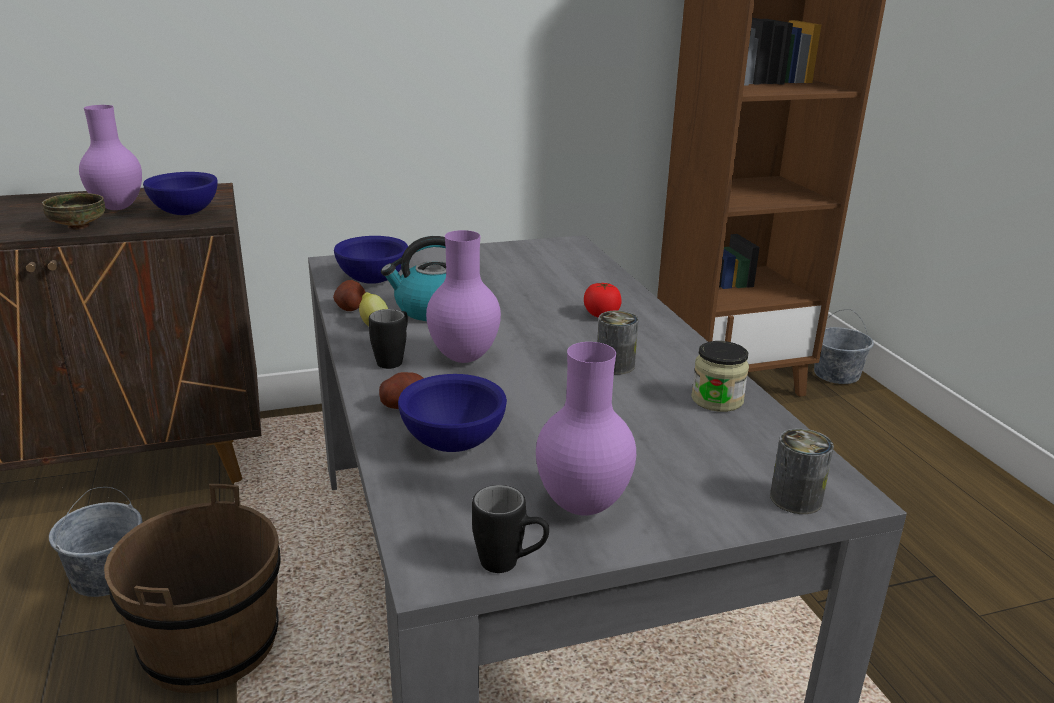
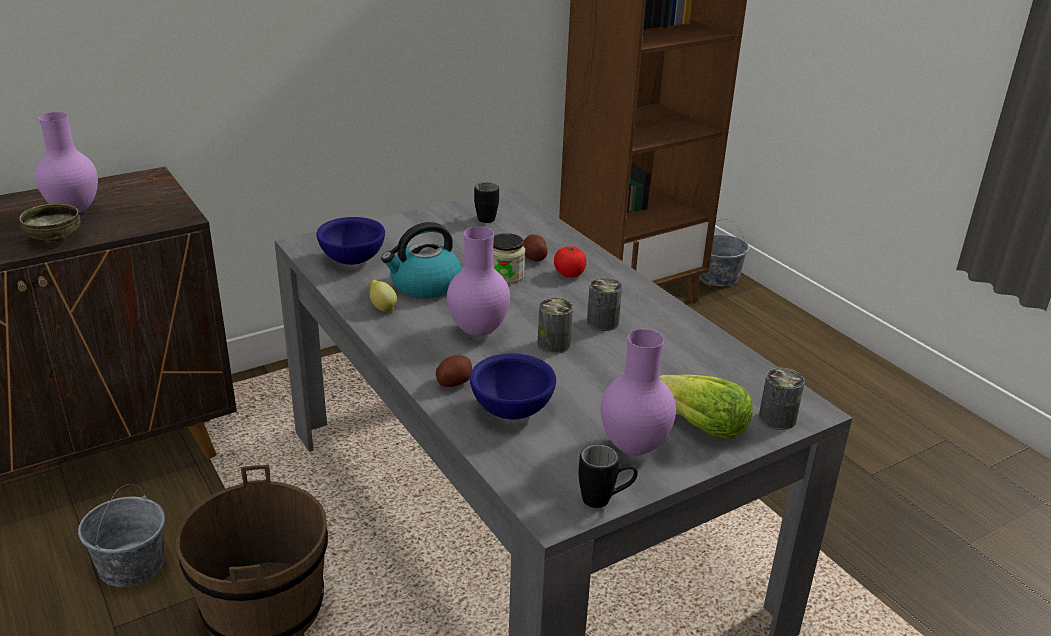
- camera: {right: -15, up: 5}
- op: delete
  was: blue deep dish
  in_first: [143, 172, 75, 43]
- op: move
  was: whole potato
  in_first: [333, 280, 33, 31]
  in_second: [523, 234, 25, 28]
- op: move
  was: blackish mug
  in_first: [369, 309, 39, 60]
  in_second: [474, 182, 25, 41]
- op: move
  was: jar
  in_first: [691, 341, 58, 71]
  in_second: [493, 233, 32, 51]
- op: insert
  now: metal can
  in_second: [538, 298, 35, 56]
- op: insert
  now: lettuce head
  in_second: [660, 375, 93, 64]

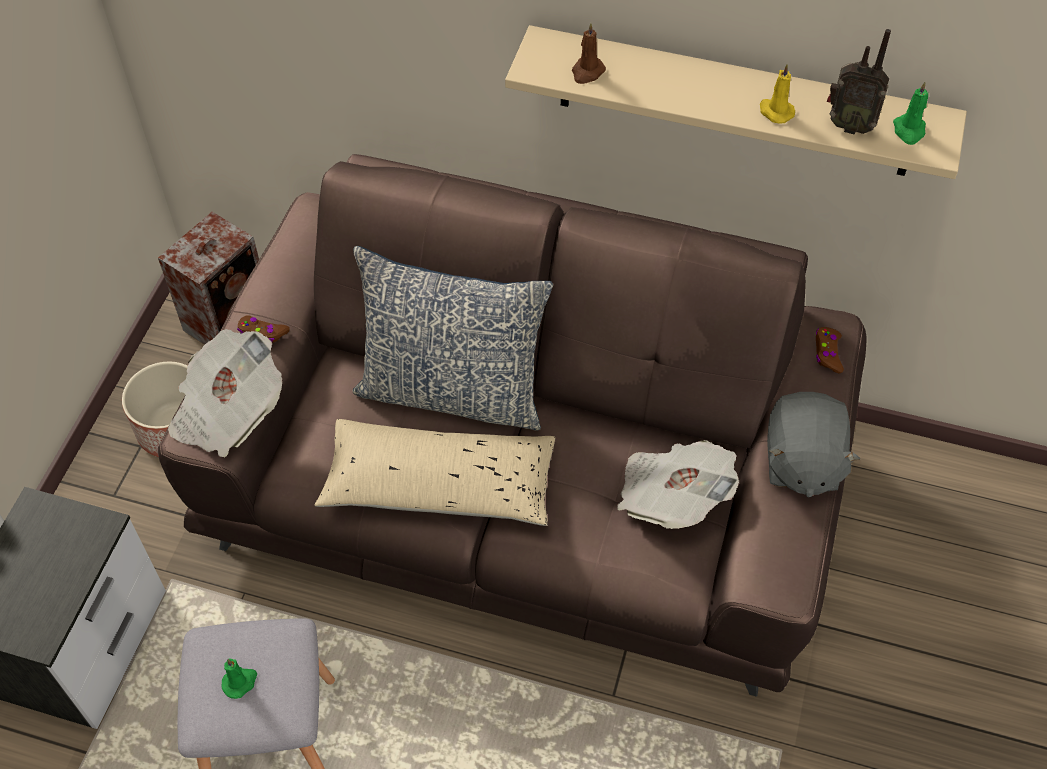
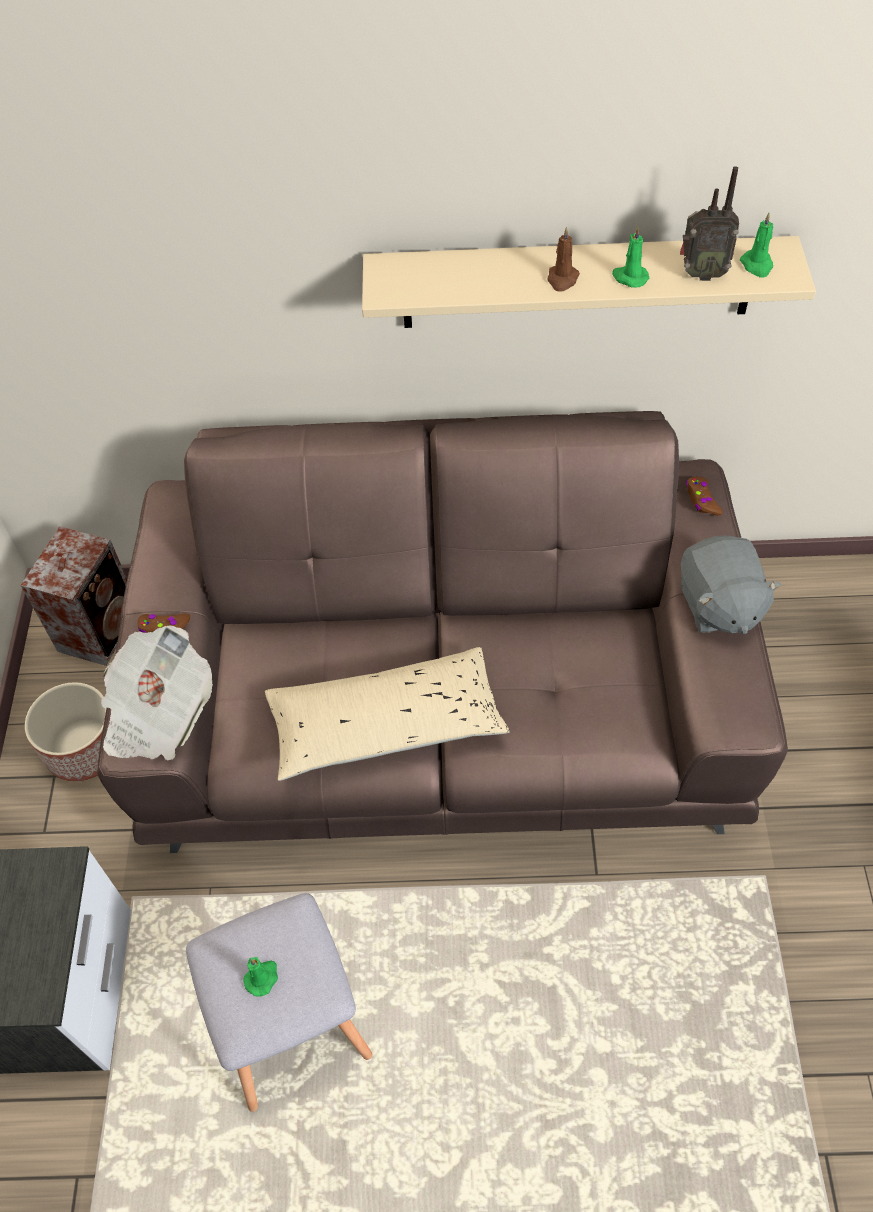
- camera: {right: -15, up: 0}
- op: delete
  was: throw pillow
  in_first: [352, 246, 201, 185]
- op: move
  was: brown wax candle
  in_first: [572, 23, 34, 61]
  in_second: [547, 227, 33, 65]
- op: delete
  was: daily paper
  in_first: [617, 440, 122, 89]
- op: recolor
  was: yellow-coloured wax candle
  now: greenish wax candle
  in_first: [760, 64, 35, 60]
  in_second: [612, 226, 37, 62]

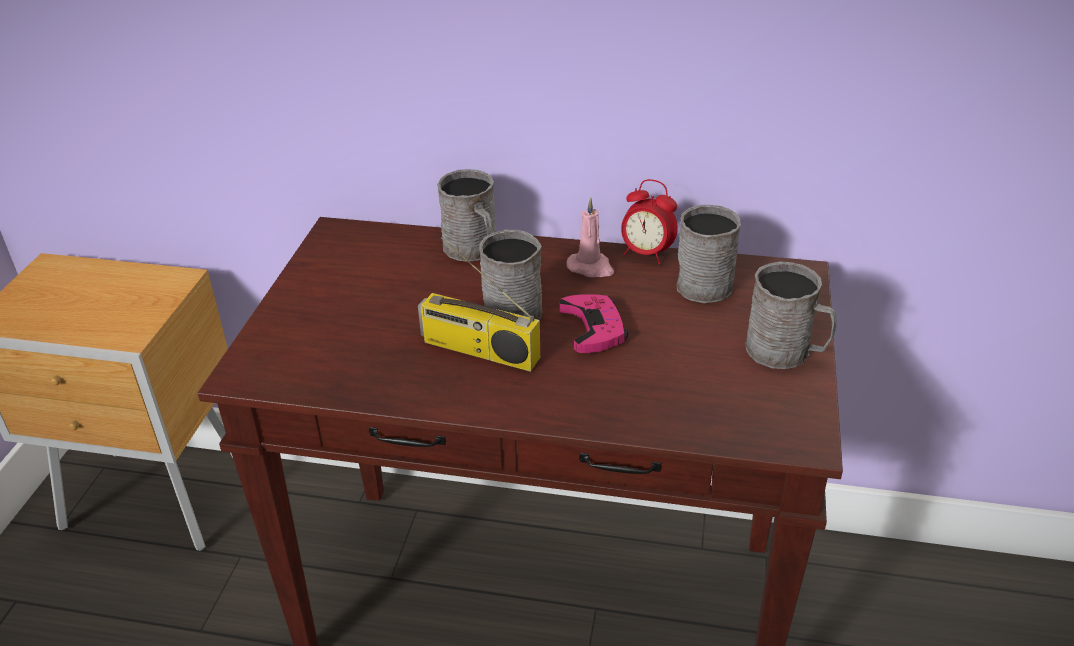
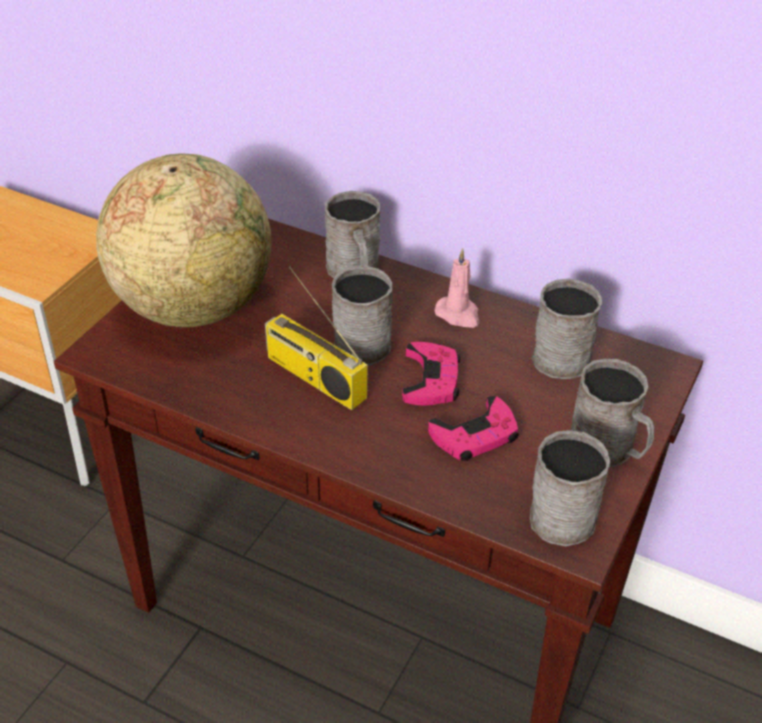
- camera: {right: 15, up: 5}
- op: delete
  was: bedside clock
  in_first: [621, 179, 57, 85]
- op: insert
  now: world globe
  in_second: [96, 153, 175, 174]
- op: insert
  now: pink-coloured game controller
  in_second: [428, 396, 91, 65]
- op: insert
  now: grey mug
  in_second: [530, 430, 80, 116]

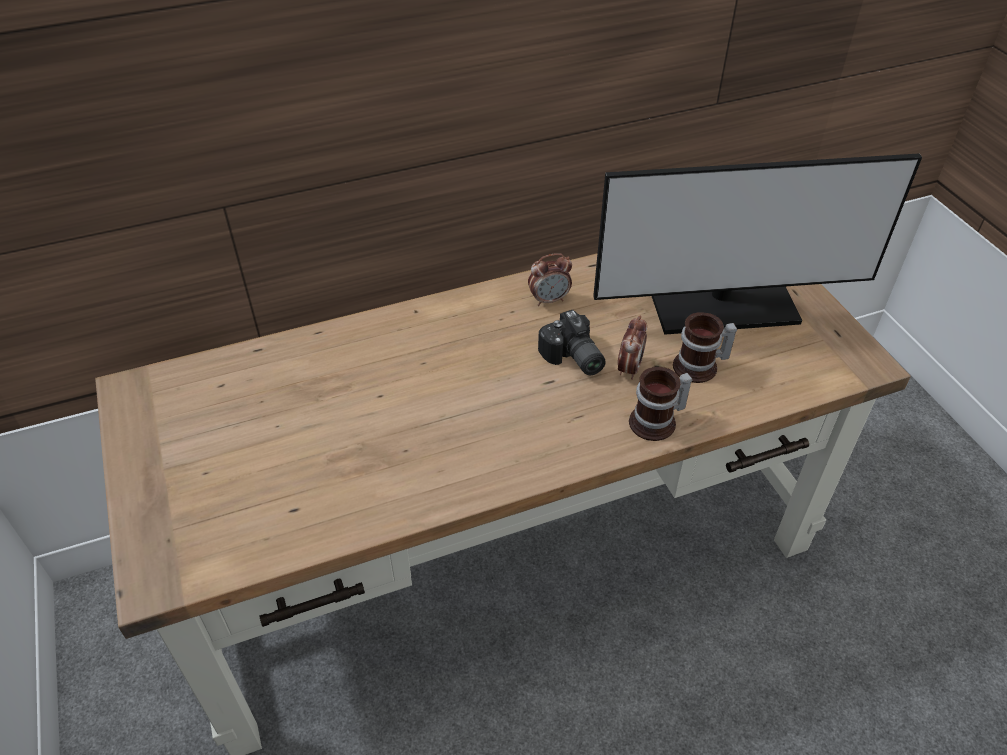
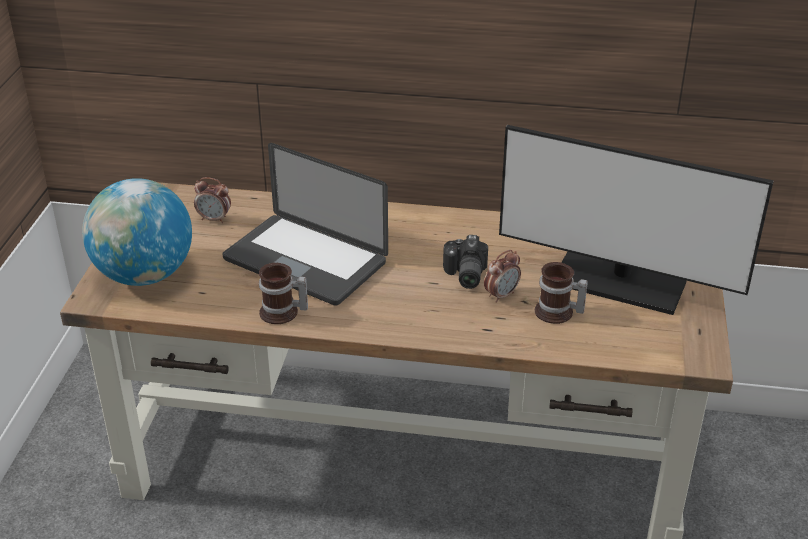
- camera: {right: 30, up: -10}
- op: move
  was: bedside clock
  in_first: [528, 253, 44, 53]
  in_second: [194, 177, 37, 46]
- op: move
  was: mug
  in_first: [629, 367, 64, 74]
  in_second: [259, 263, 49, 61]
- op: insert
  now: world globe
  in_second: [82, 178, 110, 108]
- op: insert
  now: notebook computer
  in_second: [223, 143, 165, 162]

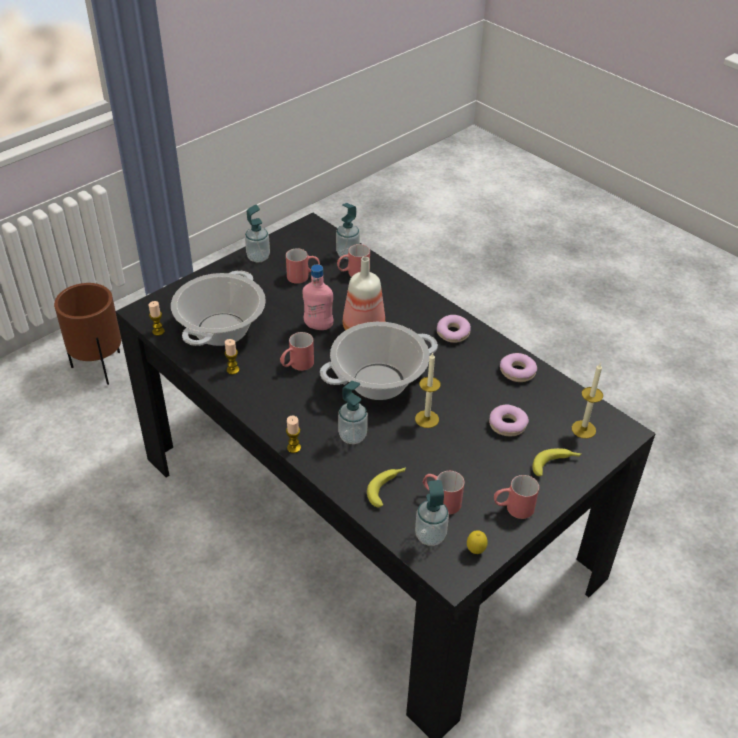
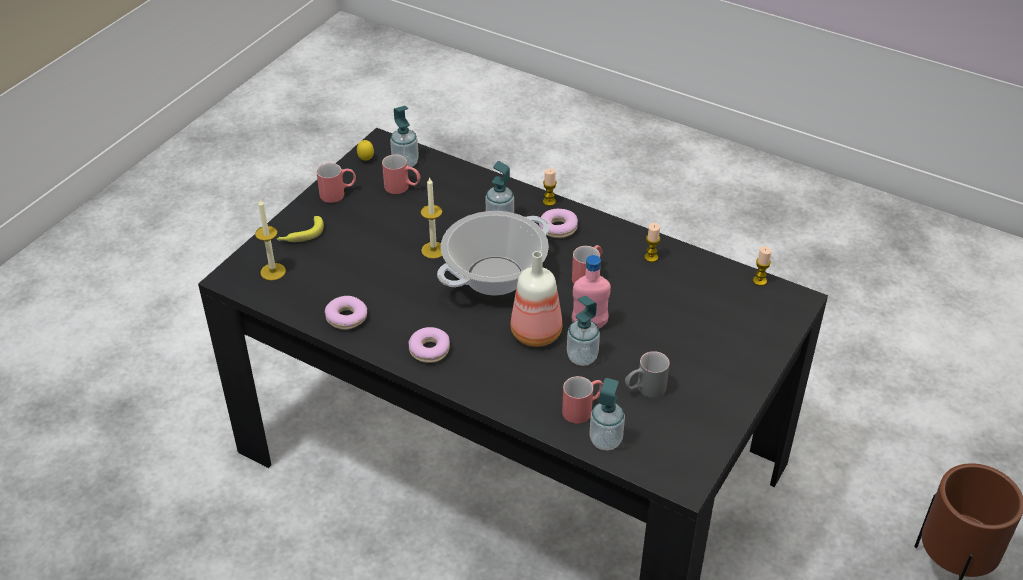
- camera: {right: 165, up: 0}
- op: delete
  was: saucepot
  in_first: [171, 270, 95, 76]
- op: move
  was: soap dispenser
  in_first: [245, 205, 25, 58]
  in_second: [567, 296, 33, 70]
- op: recolor
  was: reddish mug
  now: grey mug
  in_first: [286, 248, 34, 36]
  in_second: [625, 351, 45, 47]
- op: delete
  was: banana
  in_first: [367, 467, 39, 40]
- op: move
  was: ring doughnut
  in_first: [489, 404, 40, 32]
  in_second: [539, 209, 39, 29]

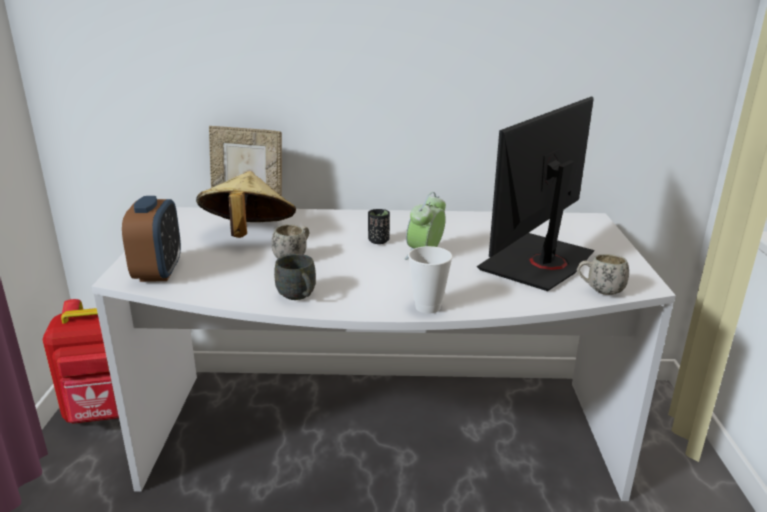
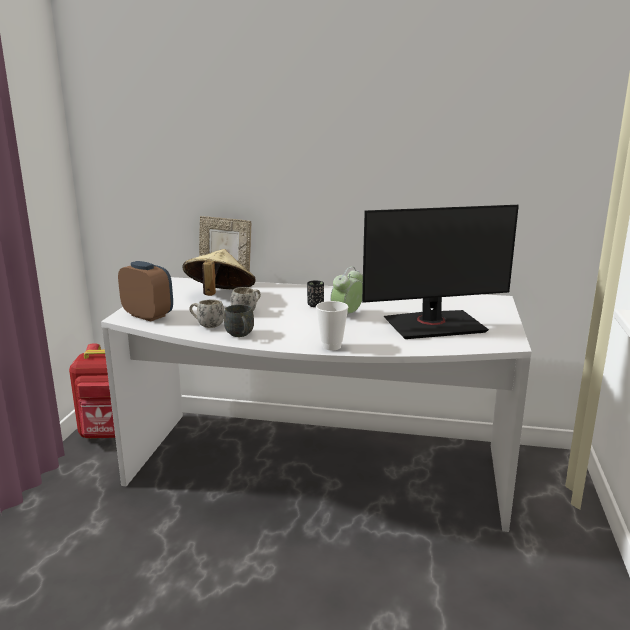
- camera: {right: 10, up: -5}
- op: rotate
  was: bedside clock
  in_first: [122, 196, 59, 86]
  in_second: [118, 261, 55, 61]
  clockwise: -60
- op: rotate
  was: computer screen
  in_first: [477, 97, 118, 194]
  in_second: [362, 205, 157, 134]
  clockwise: -150
- op: move
  was: whitish mug
  in_first: [576, 254, 53, 41]
  in_second: [189, 300, 35, 28]

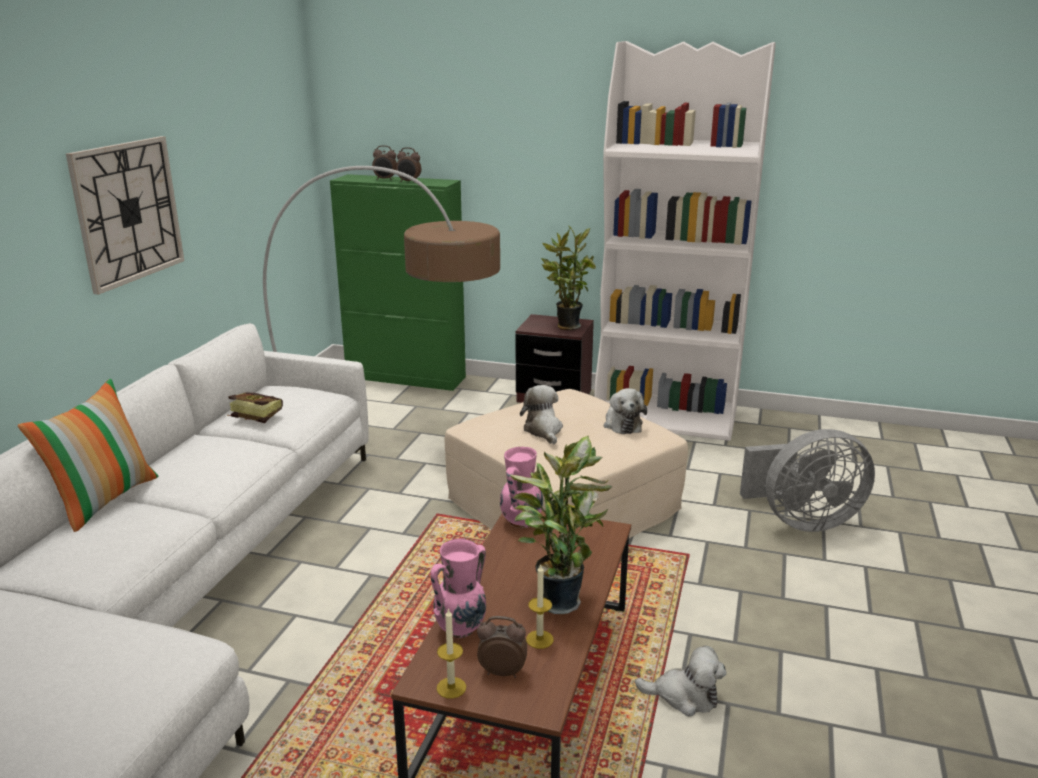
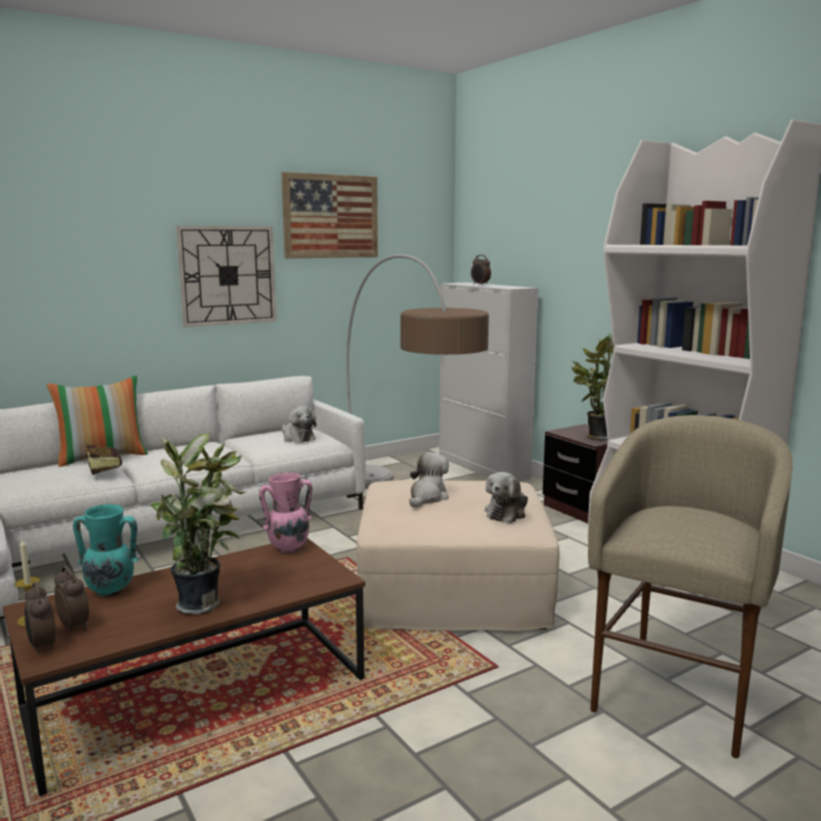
- camera: {right: 40, up: -10}
- op: move
  was: volume
  in_first: [227, 392, 56, 31]
  in_second: [86, 445, 36, 30]
- op: recolor
  was: greenish storage cabinet
  now: whitish storage cabinet
  in_first: [330, 174, 136, 217]
  in_second: [439, 282, 100, 199]
- op: move
  was: bedside clock
  in_first: [396, 147, 25, 36]
  in_second: [24, 582, 32, 73]
- op: recolor
  was: pink-coloured vase
  now: blue-green vase
  in_first: [430, 538, 56, 100]
  in_second: [73, 504, 66, 93]
- op: delete
  was: wax candle
  in_first: [526, 565, 28, 84]
- op: move
  was: plush toy
  in_first: [635, 646, 91, 71]
  in_second: [282, 406, 34, 37]
- op: replace
  was: grey fan
  now: sand-coloured stool
  in_first: [740, 429, 135, 103]
  in_second: [588, 415, 205, 343]
- op: insert
  now: picture
  in_second: [281, 172, 97, 87]

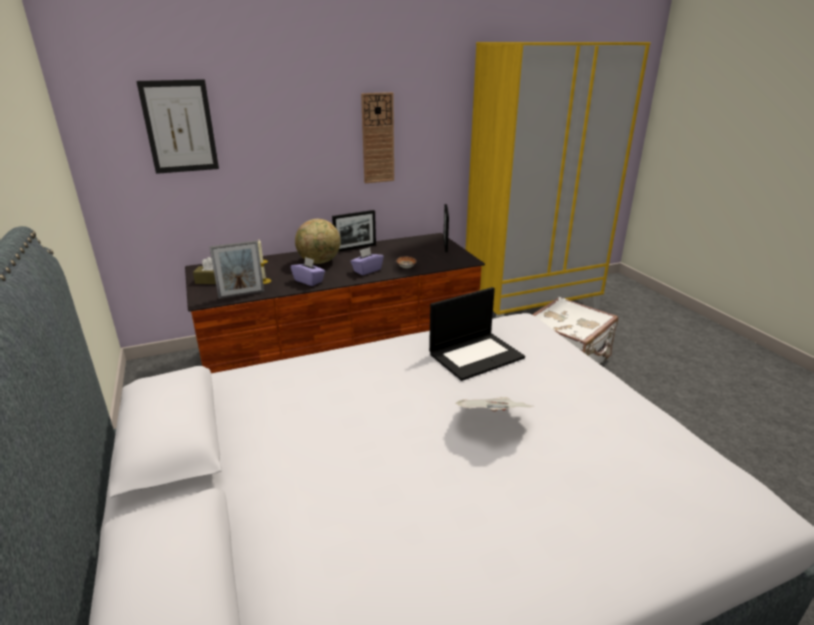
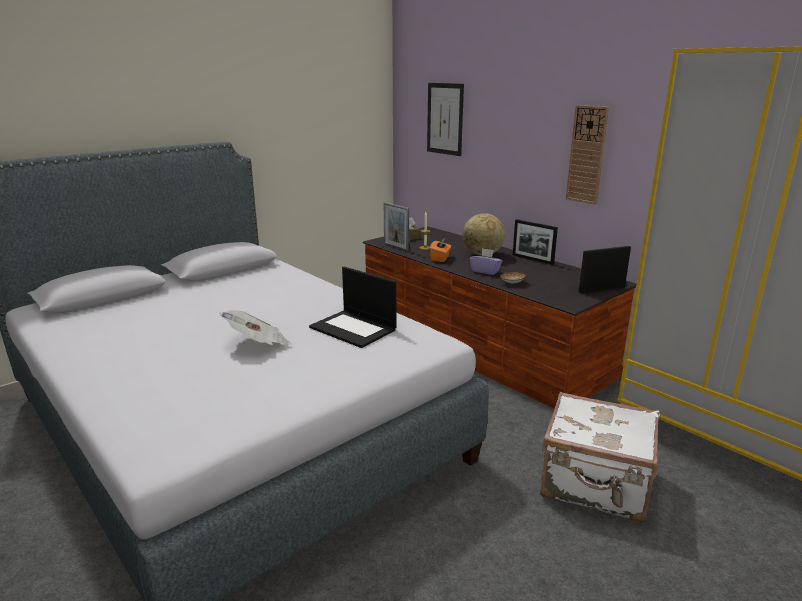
- camera: {right: 70, up: -5}
- op: recolor
  was: purple-coloured tissue box
  now: orange-coloured tissue box
  in_first: [291, 257, 34, 29]
  in_second: [429, 238, 22, 24]

